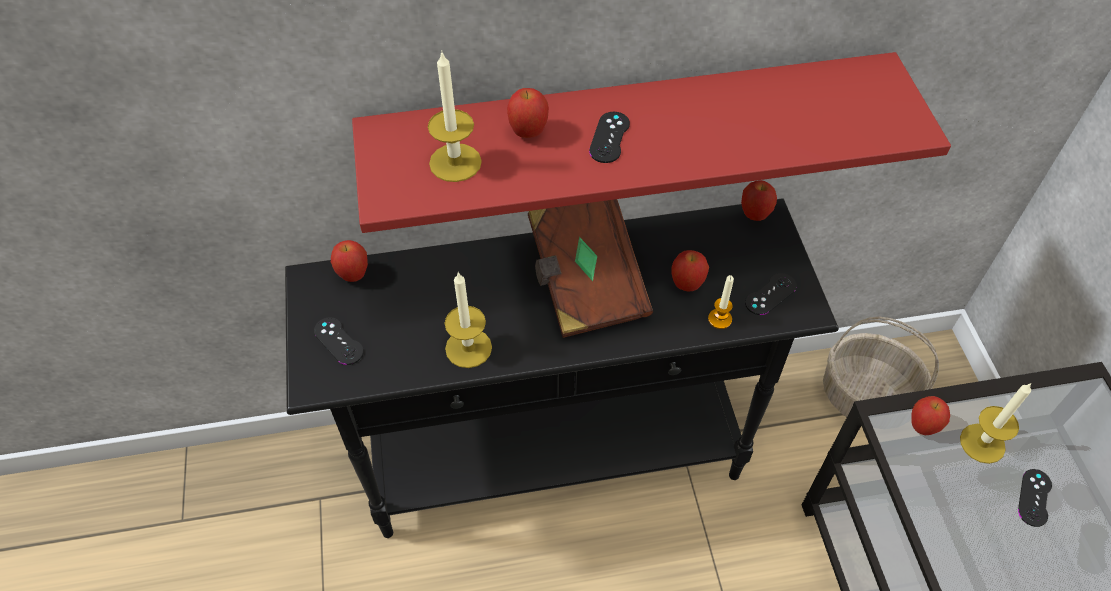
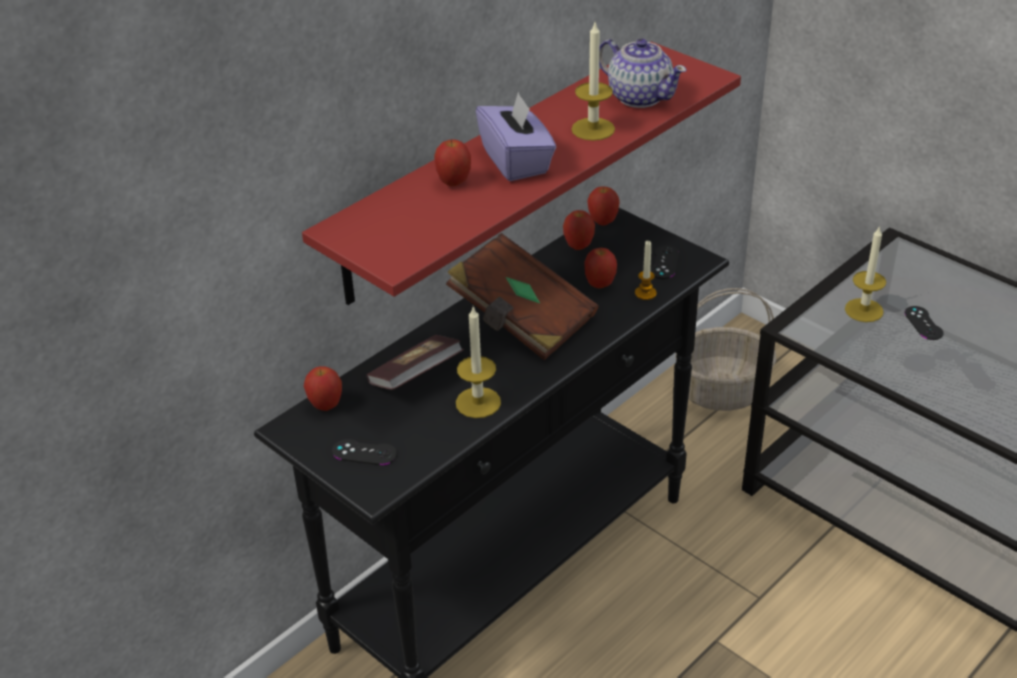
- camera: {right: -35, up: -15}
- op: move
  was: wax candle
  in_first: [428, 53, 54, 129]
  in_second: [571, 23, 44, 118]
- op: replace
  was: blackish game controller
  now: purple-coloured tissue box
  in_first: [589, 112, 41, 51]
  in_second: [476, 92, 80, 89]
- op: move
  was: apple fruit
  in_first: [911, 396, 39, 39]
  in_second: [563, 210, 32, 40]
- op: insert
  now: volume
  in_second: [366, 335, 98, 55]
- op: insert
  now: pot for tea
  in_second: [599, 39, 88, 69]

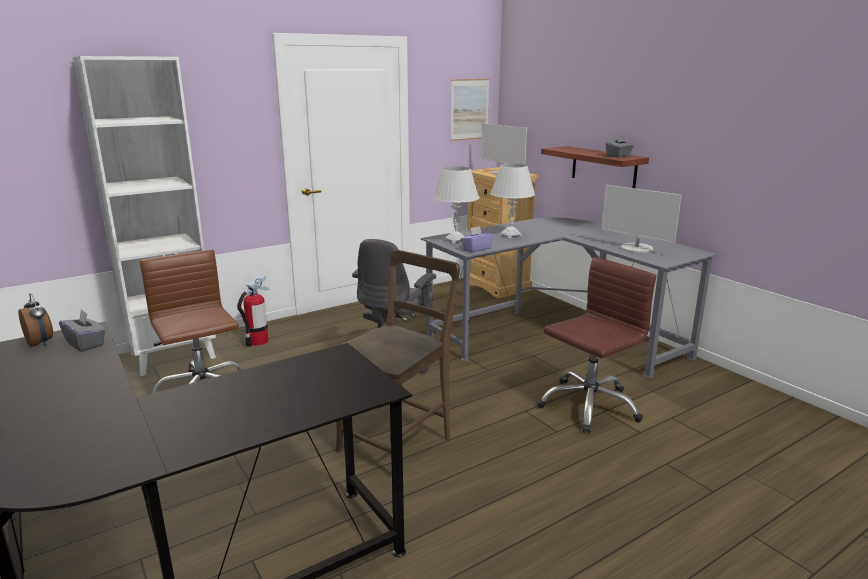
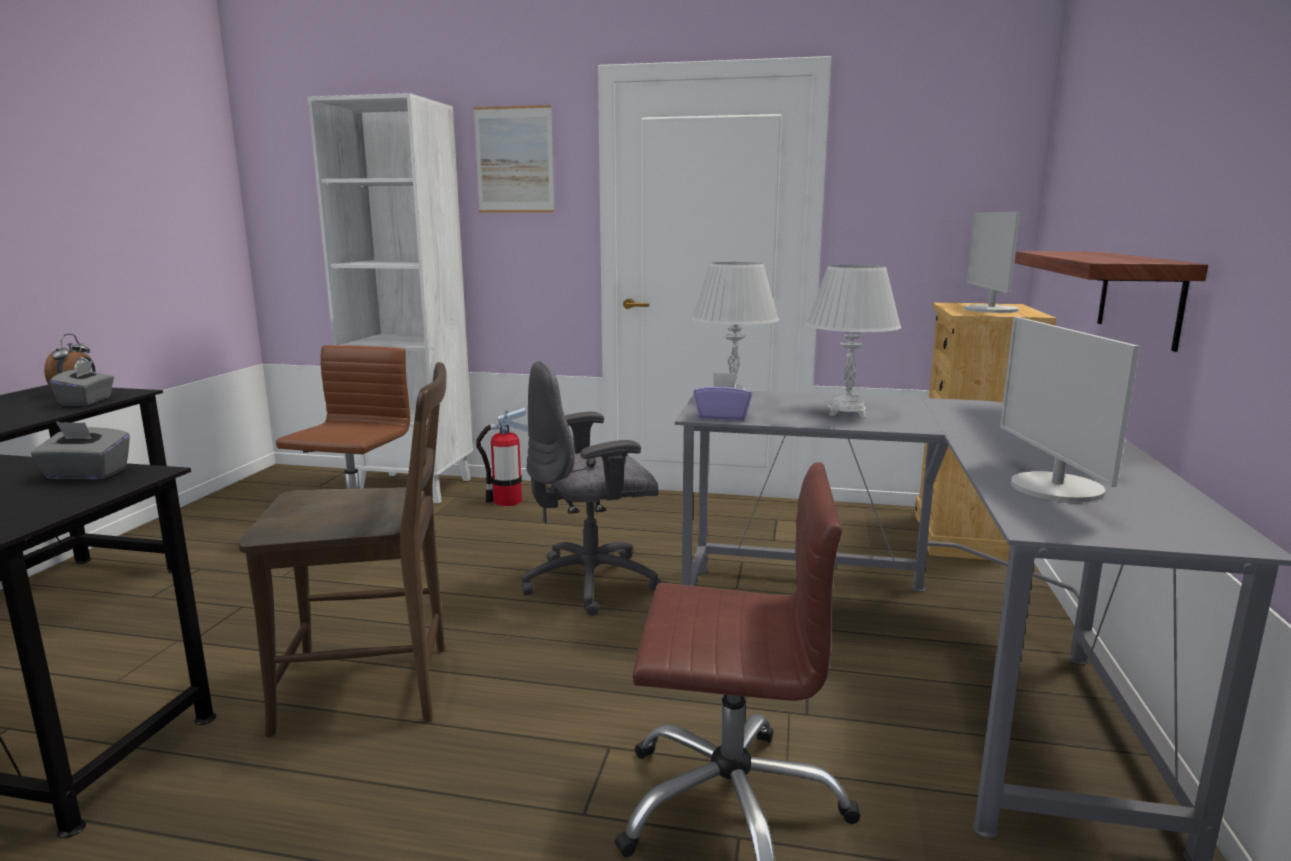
- camera: {right: 45, up: -5}
- op: move
  was: picture
  in_first: [451, 79, 39, 62]
  in_second: [473, 105, 82, 107]
- op: move
  was: grey tissue box
  in_first: [606, 135, 28, 22]
  in_second: [31, 421, 99, 59]

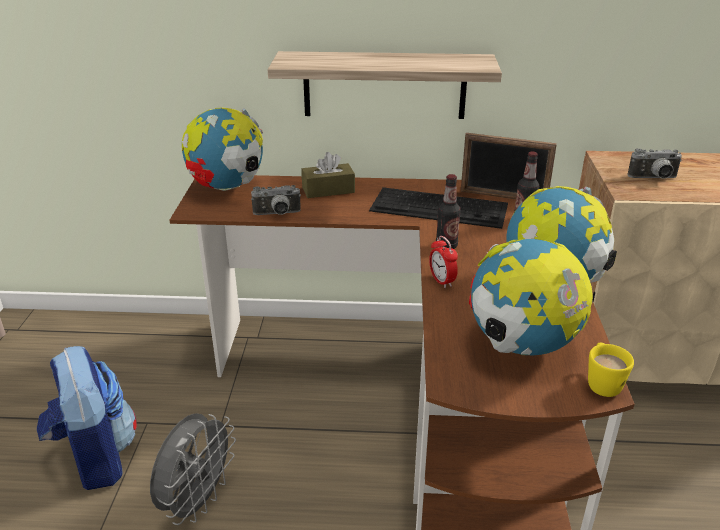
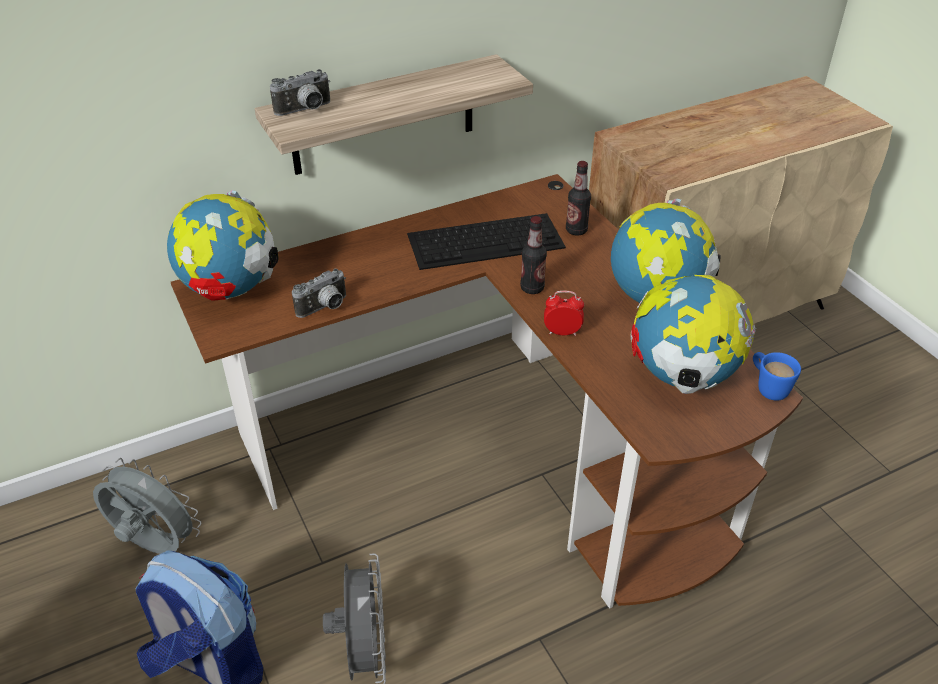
- camera: {right: -30, up: 10}
- op: delete
  was: brown tissue box
  in_first: [301, 152, 54, 46]
- op: rotate
  was: bedside clock
  in_first: [429, 236, 29, 52]
  in_second: [544, 291, 40, 45]
  clockwise: 150
- op: delete
  was: photo frame
  in_first: [461, 133, 96, 66]
- op: recolor
  was: yellow-coloured mug
  now: blue mug
  in_first: [588, 343, 46, 54]
  in_second: [753, 352, 48, 49]
- op: move
  was: still camera
  in_first: [627, 148, 55, 31]
  in_second: [270, 69, 60, 47]
- op: insert
  now: grey fan
  in_second: [93, 458, 108, 96]

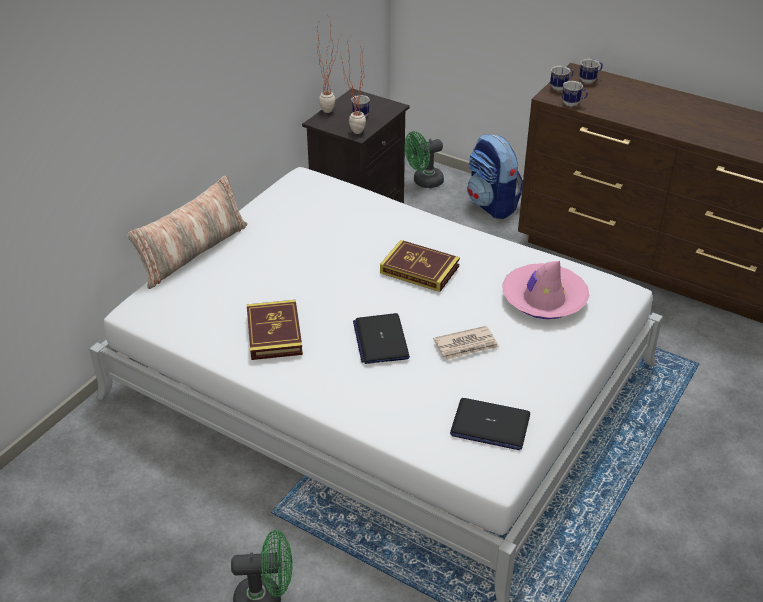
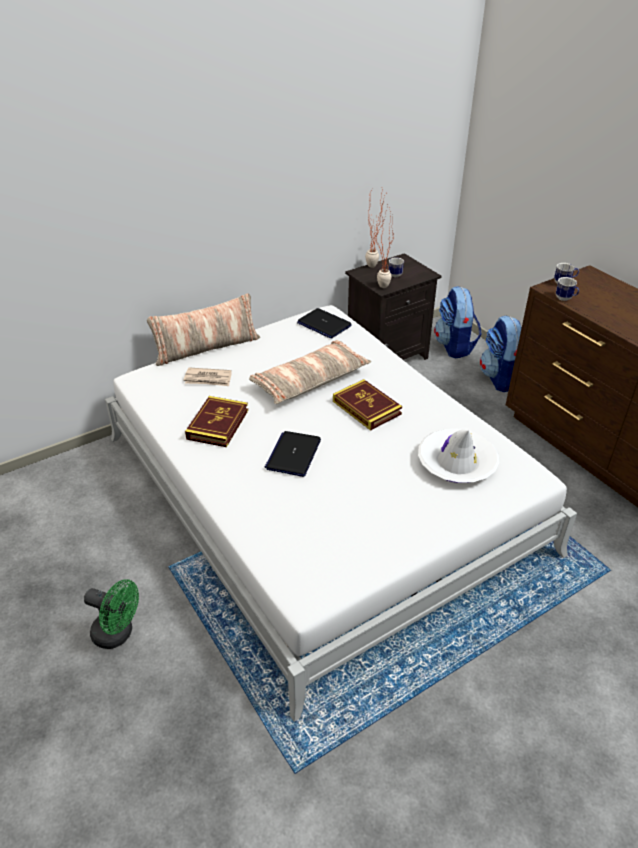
- camera: {right: 25, up: 0}
- op: replace
  was: greenish fan
  now: rucksack
  in_first: [405, 131, 39, 57]
  in_second: [434, 286, 48, 73]
- op: move
  was: daily paper
  in_first: [433, 326, 66, 34]
  in_second: [184, 368, 48, 18]
- op: move
  was: notebook computer
  in_first: [450, 398, 80, 52]
  in_second: [297, 308, 55, 31]
- op: recolor
  was: pink-coloured wearable hat
  now: whitish wearable hat
  in_first: [502, 261, 87, 58]
  in_second: [418, 429, 82, 54]
- op: delete
  was: mug
  in_first: [579, 59, 24, 24]
- op: insert
  now: throw pillow
  in_second: [249, 340, 122, 64]

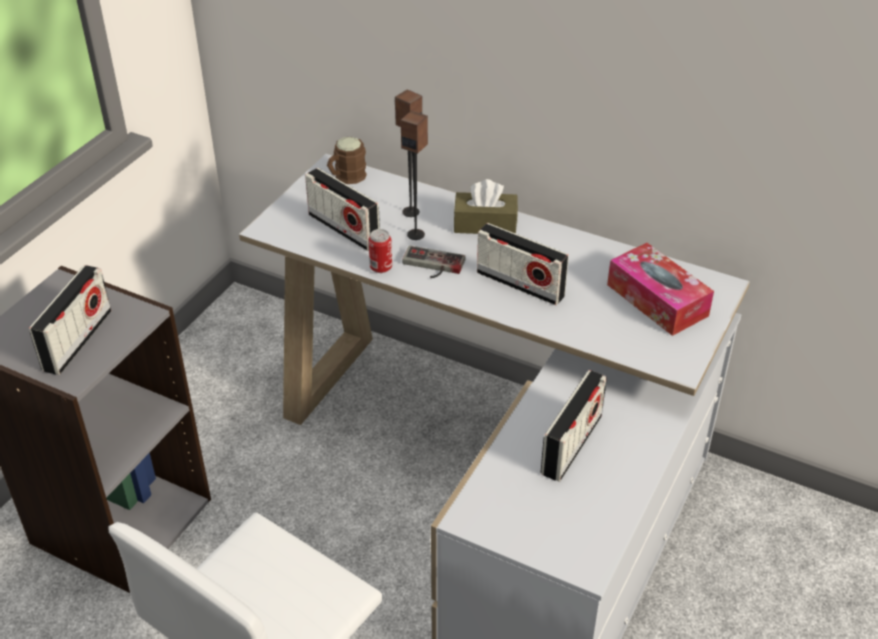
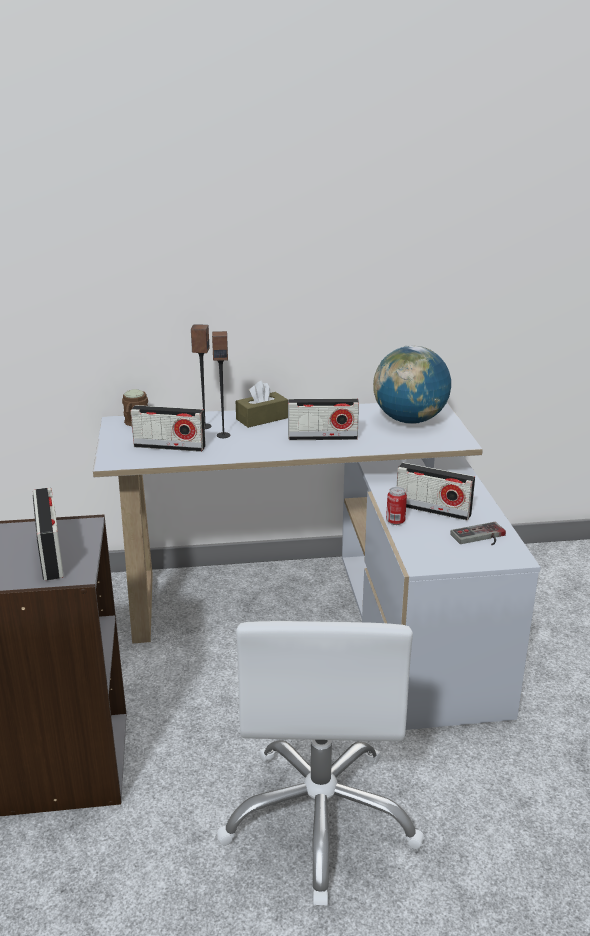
- camera: {right: -35, up: -15}
- op: move
  was: metal can
  in_first: [368, 229, 24, 44]
  in_second: [386, 487, 21, 38]
- op: move
  was: game controller
  in_first: [402, 246, 63, 32]
  in_second: [450, 522, 56, 24]
- op: rotate
  was: radio set
  in_first: [540, 370, 67, 112]
  in_second: [397, 462, 78, 58]
  clockwise: 120
- op: replace
  was: tissue box
  now: world globe
  in_first: [607, 243, 107, 93]
  in_second: [373, 346, 78, 78]

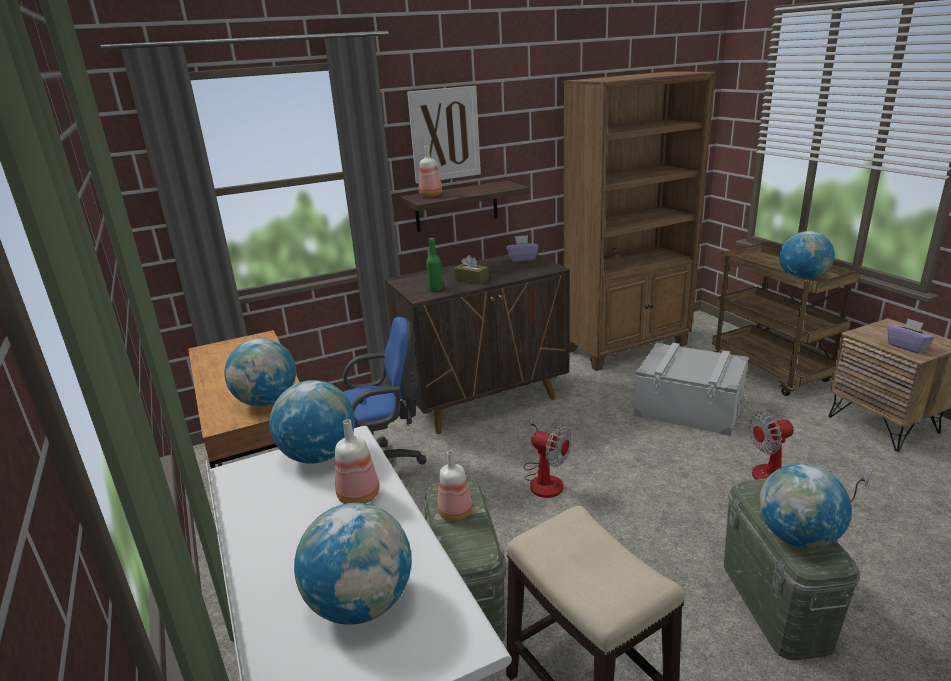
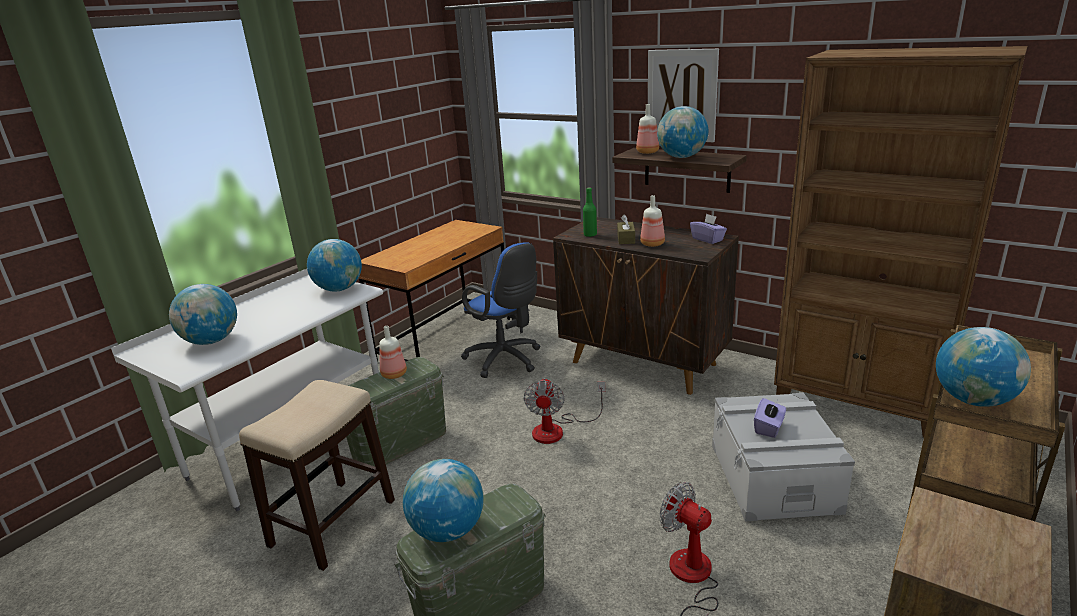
- camera: {right: 60, up: 0}
- op: move
  was: world globe
  in_first: [224, 338, 72, 69]
  in_second: [657, 106, 51, 52]
- op: move
  was: bottle
  in_first: [335, 419, 45, 85]
  in_second: [640, 195, 25, 52]
- op: move
  was: purple-coloured tissue box
  in_first: [887, 318, 48, 35]
  in_second: [754, 398, 32, 40]

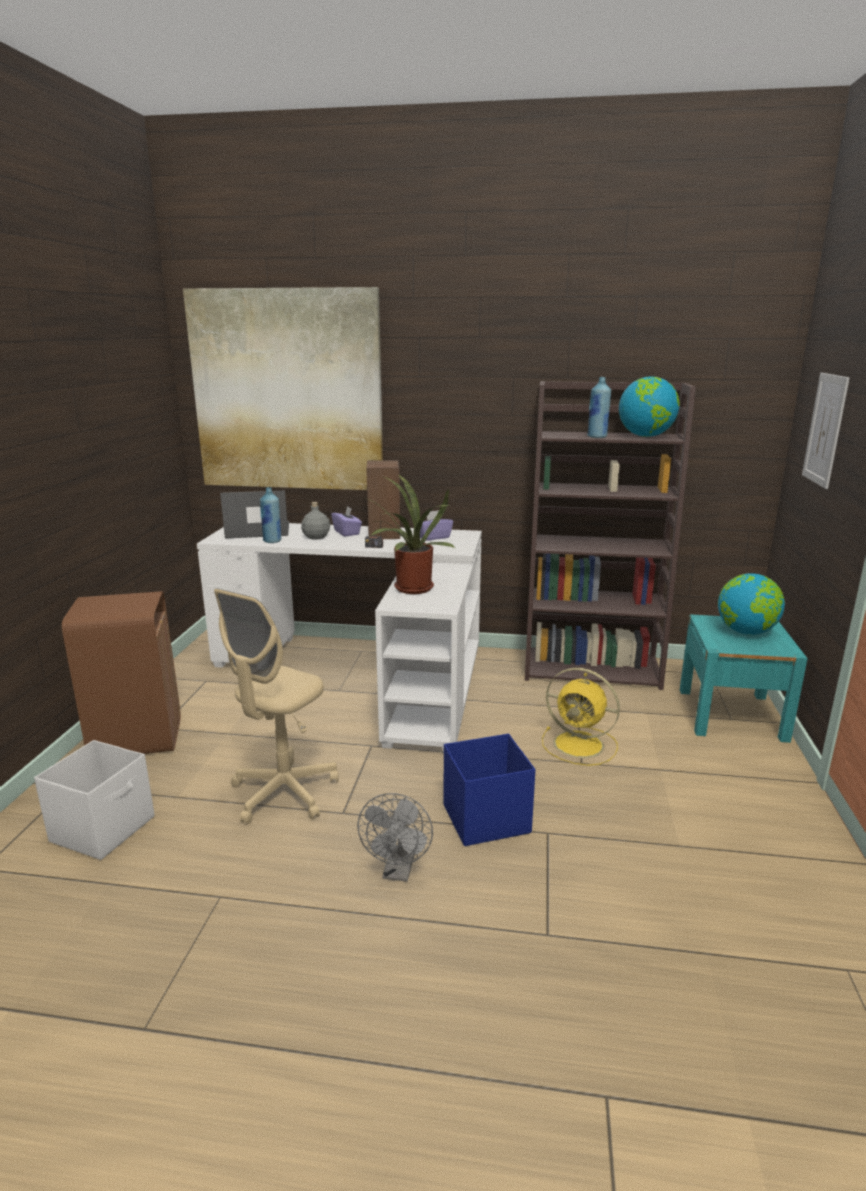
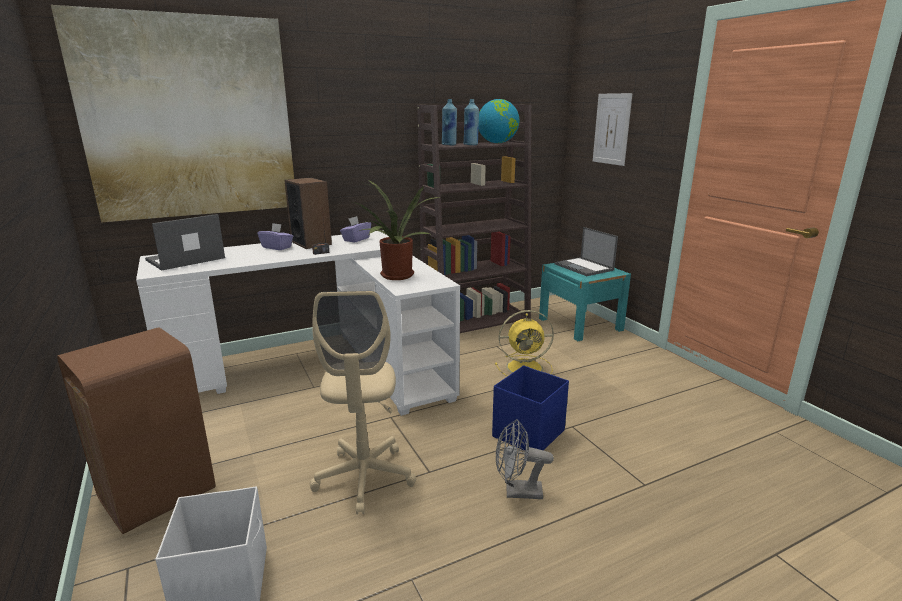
- camera: {right: -35, up: 0}
- op: move
  was: blue bottle
  in_first: [260, 487, 21, 56]
  in_second: [442, 99, 15, 46]
- op: delete
  was: grey bottle
  in_first: [301, 502, 29, 38]
- op: rotate
  was: grey fan
  in_first: [357, 793, 76, 89]
  in_second: [496, 419, 58, 80]
  clockwise: 120
- op: replace
  was: world globe
  now: notebook computer
  in_first: [718, 573, 67, 62]
  in_second: [554, 227, 64, 49]

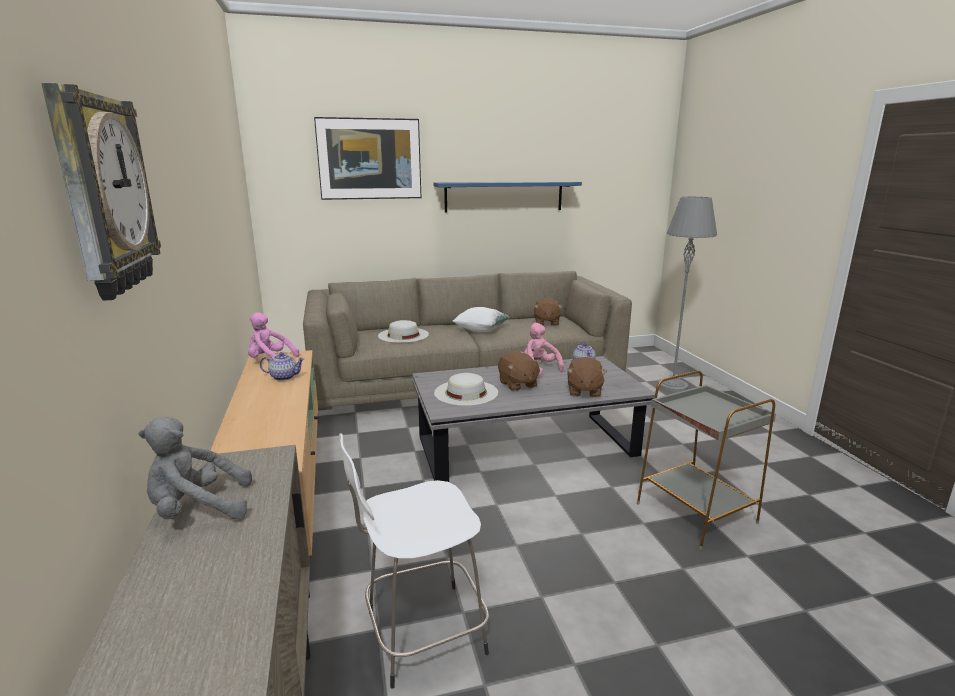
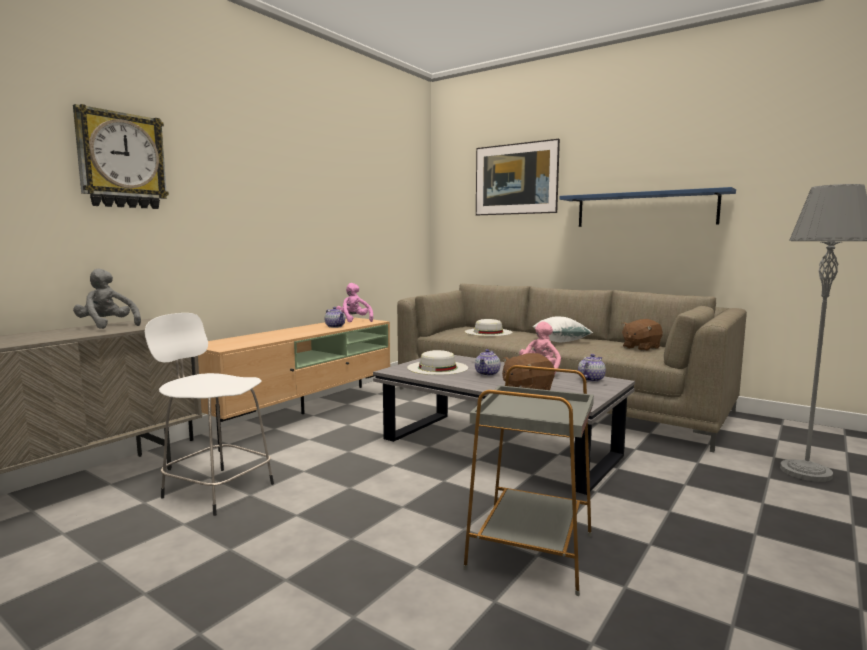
- camera: {right: 50, up: -10}
- op: replace
  was: brown plush toy
  now: pot for tea
  in_first: [498, 351, 44, 40]
  in_second: [475, 349, 25, 27]

